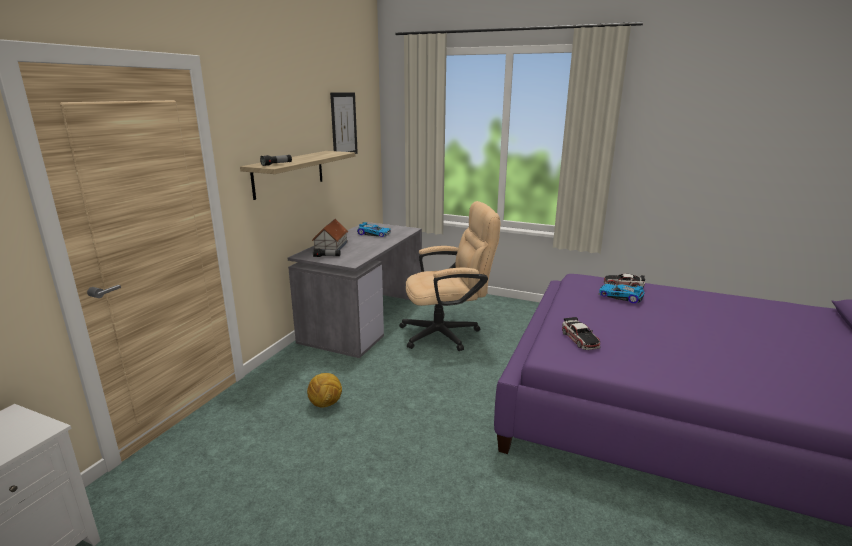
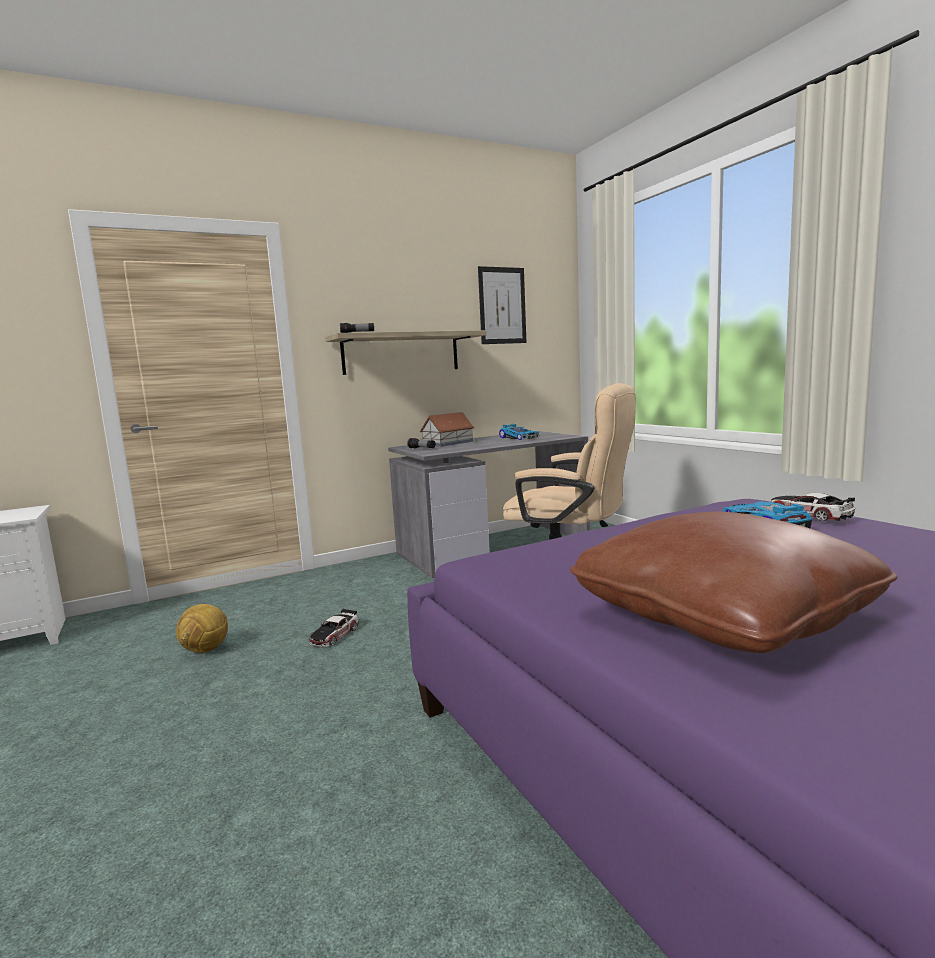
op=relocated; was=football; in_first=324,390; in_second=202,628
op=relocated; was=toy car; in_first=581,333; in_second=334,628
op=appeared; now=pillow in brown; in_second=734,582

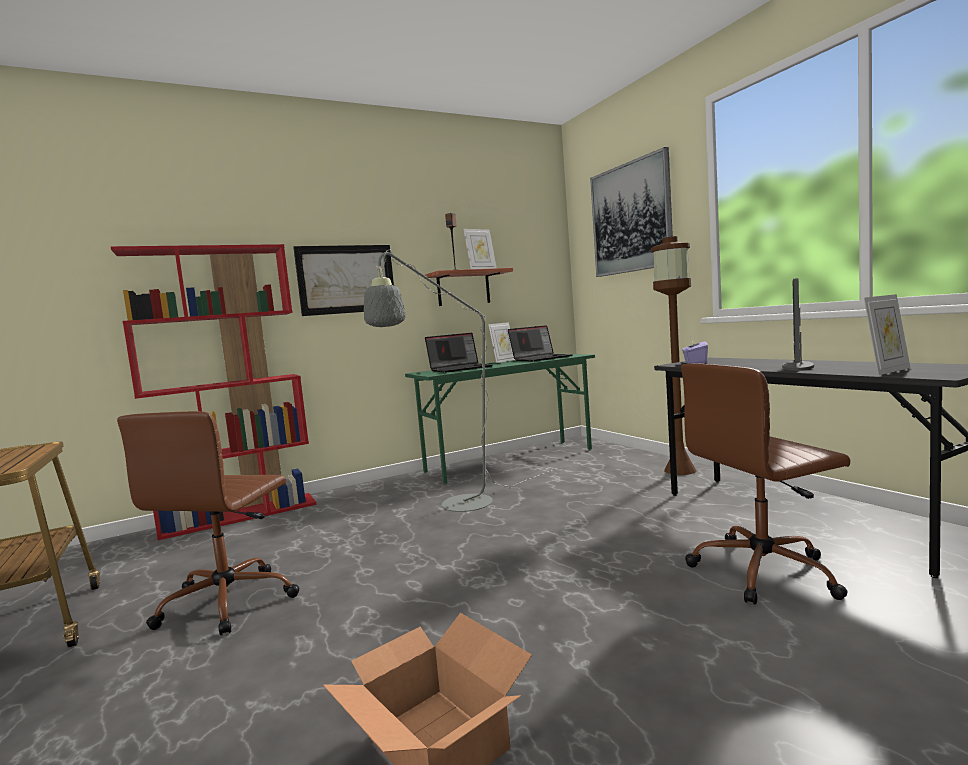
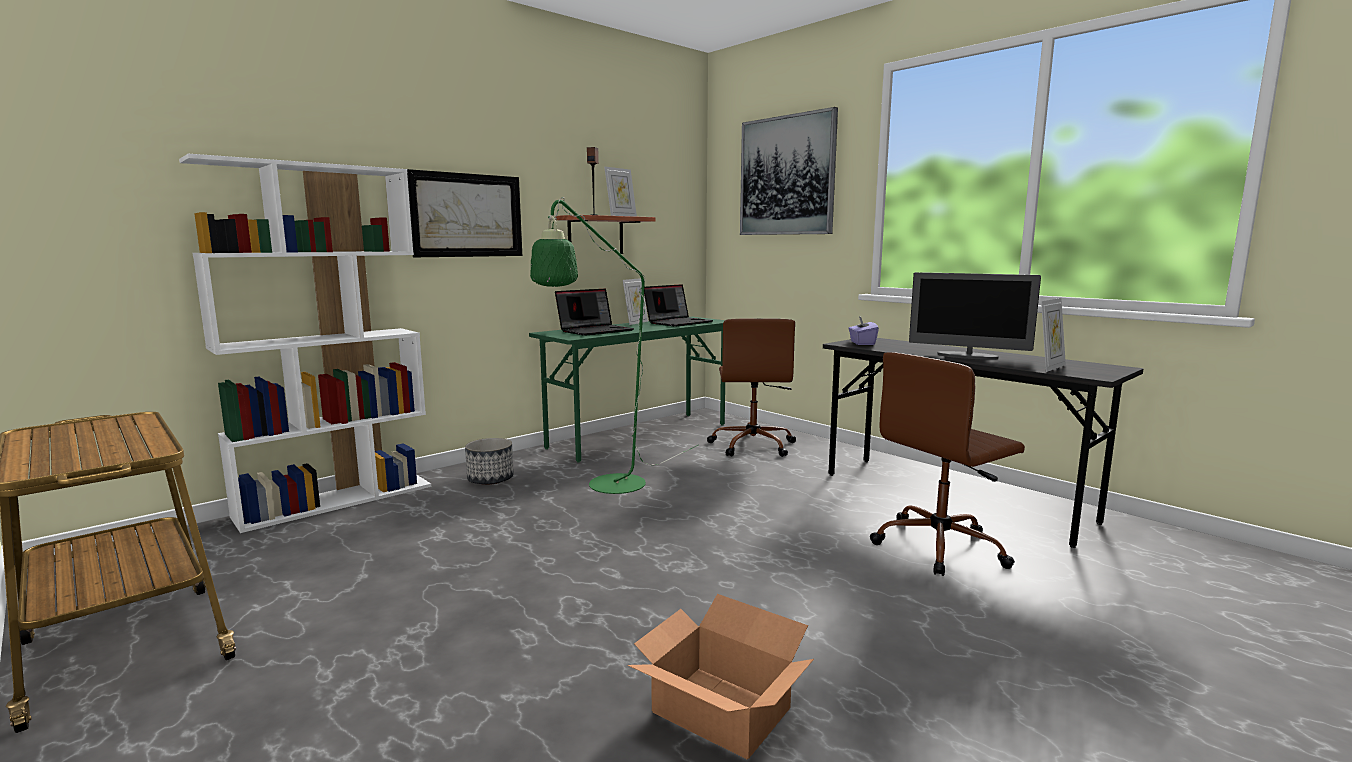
op=colour; was=bookcase in red; now=bookcase in white; in_first=213,392; in_second=305,343
op=relocated; was=office chair in brown; in_first=208,523; in_second=751,387
op=colour; was=floor lamp in grey; now=floor lamp in green; in_first=461,380; in_second=614,345
op=missing; was=floor lamp in brown; in_first=674,355
op=spun; was=monitor; in_first=798,324; in_second=975,316; clockwise=-75
op=appeared; now=planter; in_second=489,461

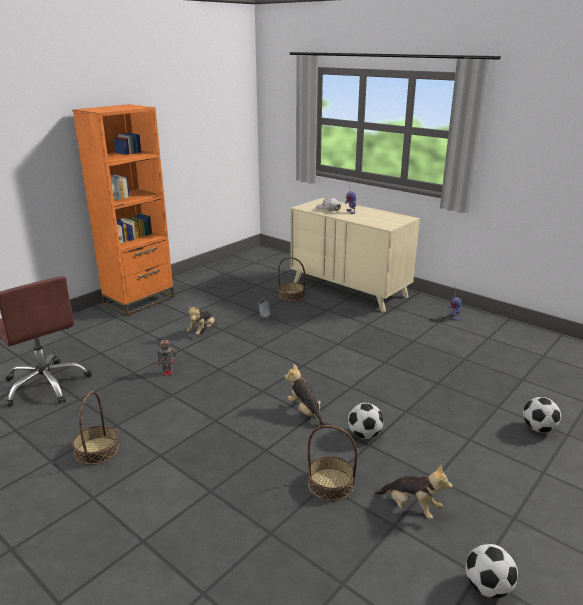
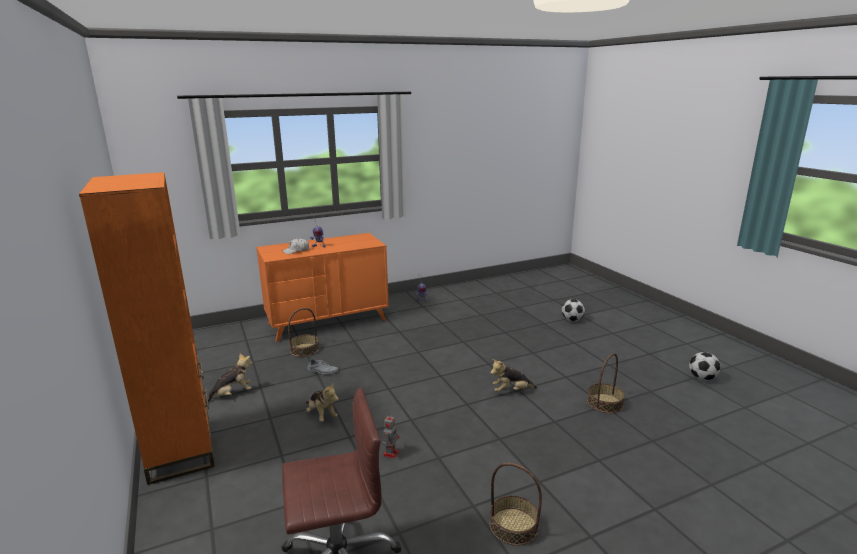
op=colour; was=dresser in beige; now=dresser in orange; in_first=355,255; in_second=322,287
op=missing; was=football; in_first=366,421
op=relocated; was=plush toy; in_first=413,491; in_second=229,378

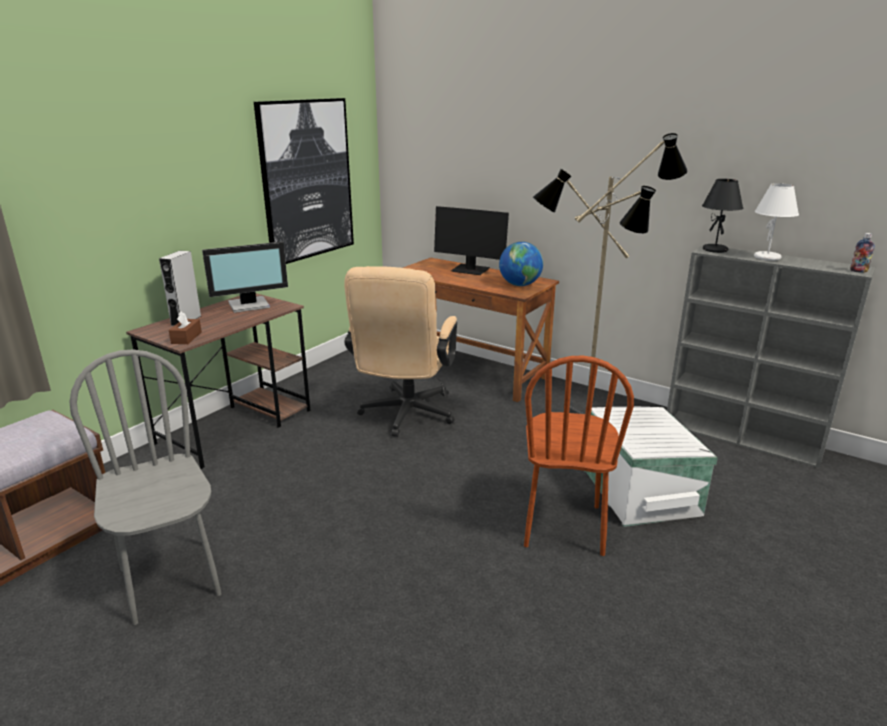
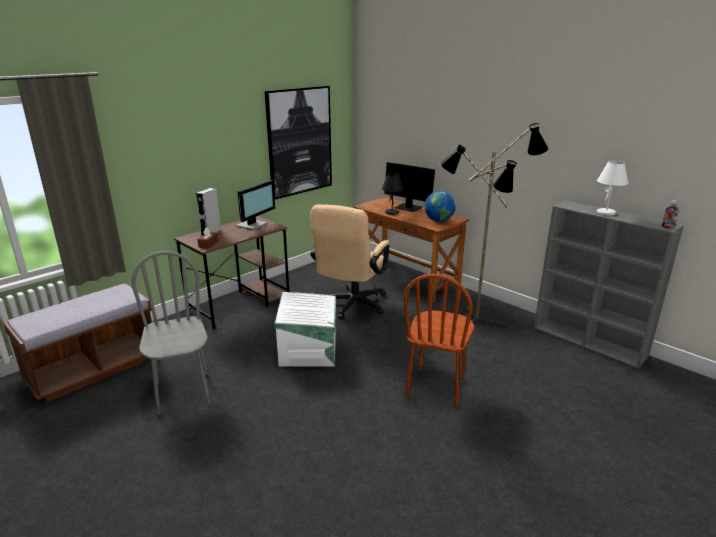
op=spun; was=monitor; in_first=245,277; in_second=255,205; clockwise=-45
op=relocated; was=storage box in white; in_first=651,467; in_second=305,329
op=relocated; was=table lamp in black; in_first=722,216; in_second=393,194

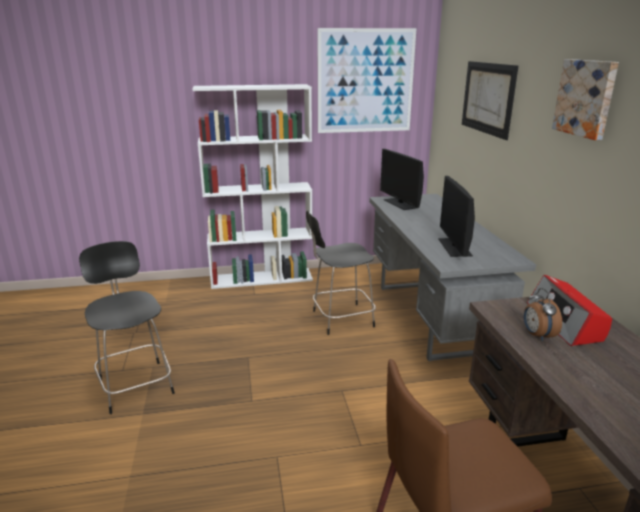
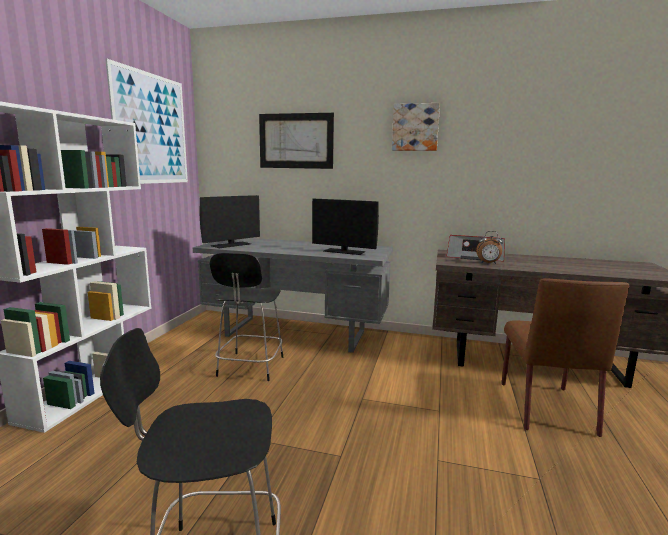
op=spun; was=monitor; in_first=402,179; in_second=229,221; clockwise=-45

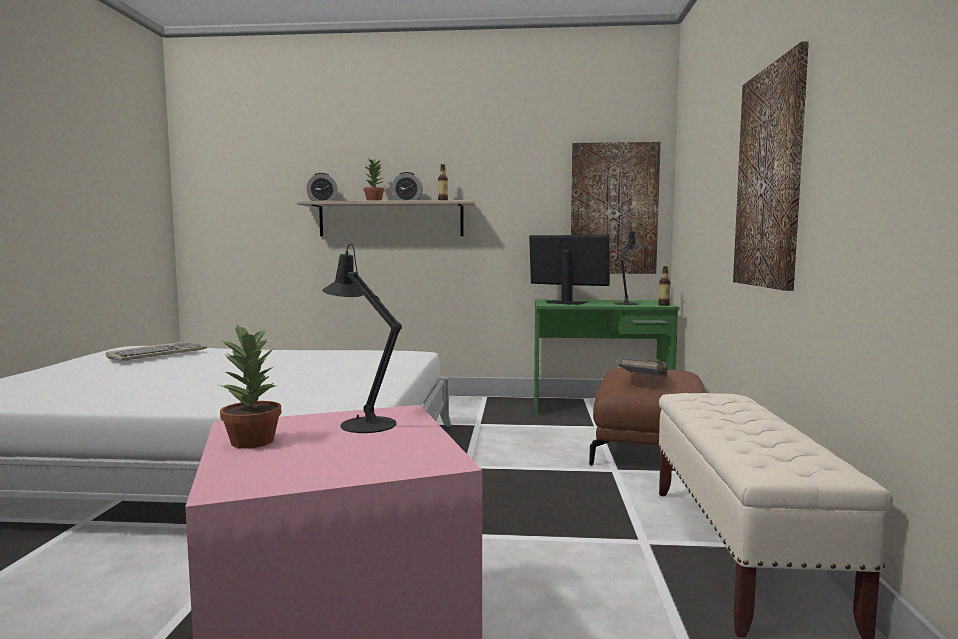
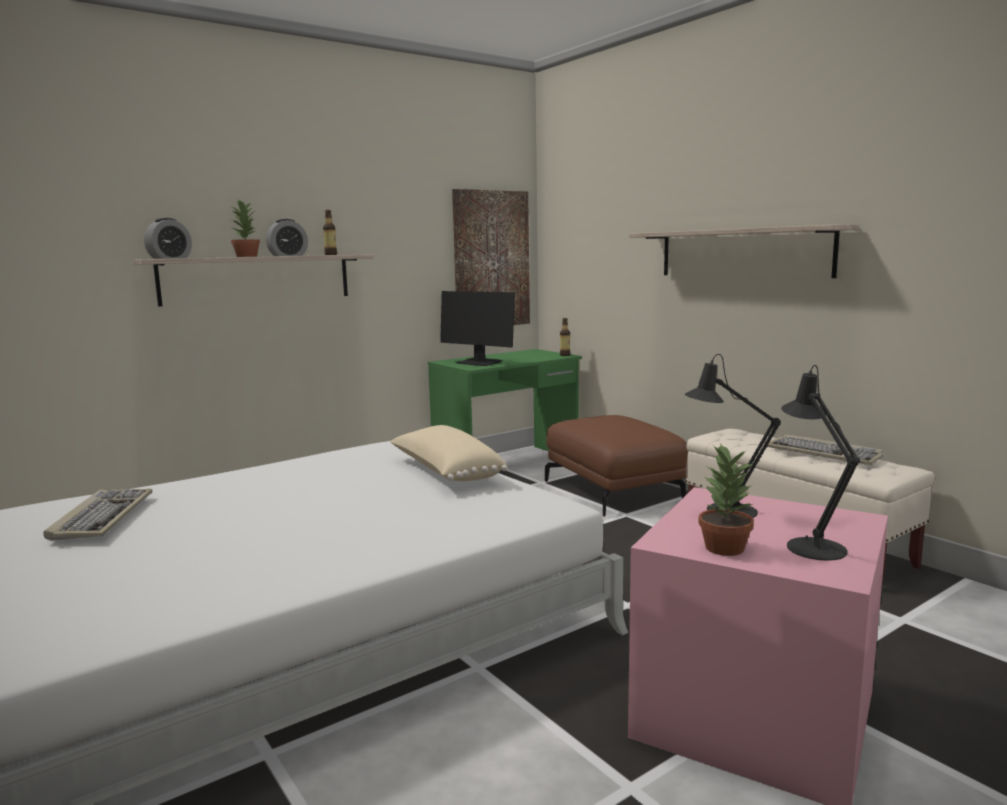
op=spun; was=monitor; in_first=569,269; in_second=477,328; clockwise=-135
op=relocated; was=table lamp in black; in_first=627,266; in_second=820,463
op=missing; was=book in grey; in_first=642,367
op=exchanged; was=picture; now=shelf; in_first=771,166; in_second=744,251
op=appeared; now=pillow in beige; in_second=449,453
op=appeared; now=keyboard; in_second=825,449

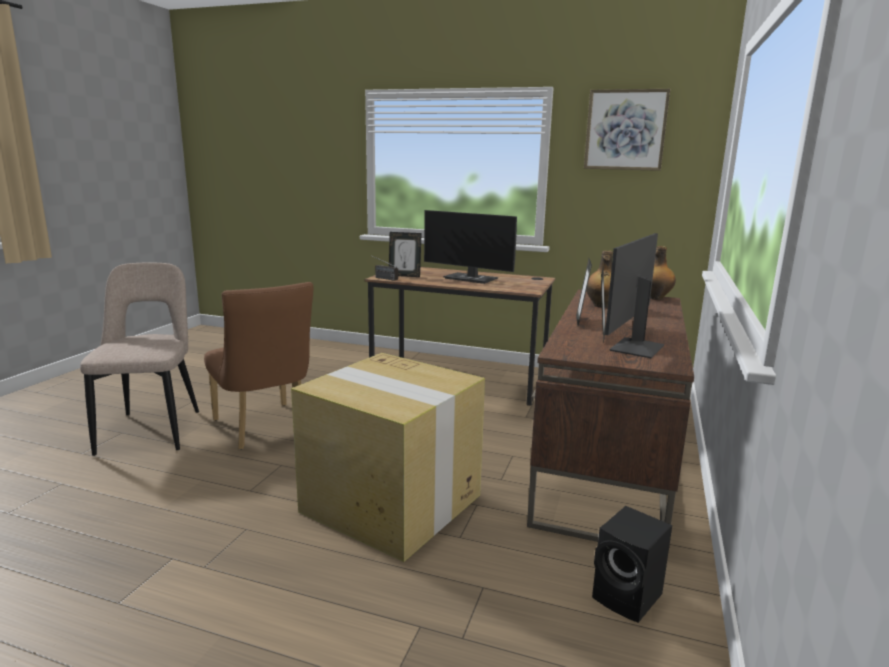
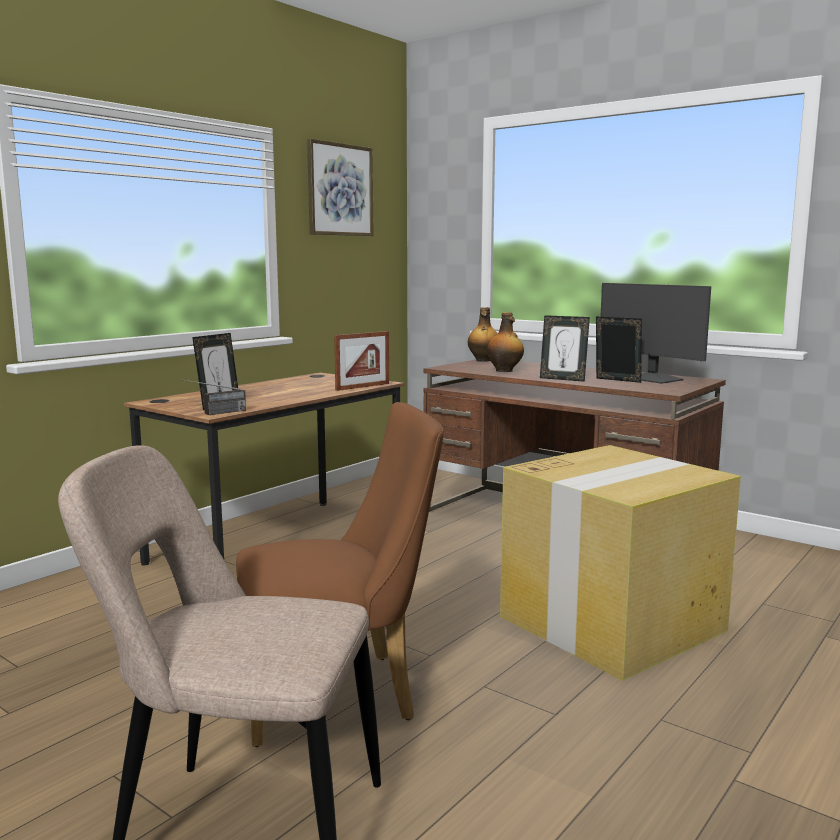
op=missing; was=monitor; in_first=470,247
op=missing; was=speaker in black; in_first=632,564
op=appeared; now=picture frame; in_second=361,361

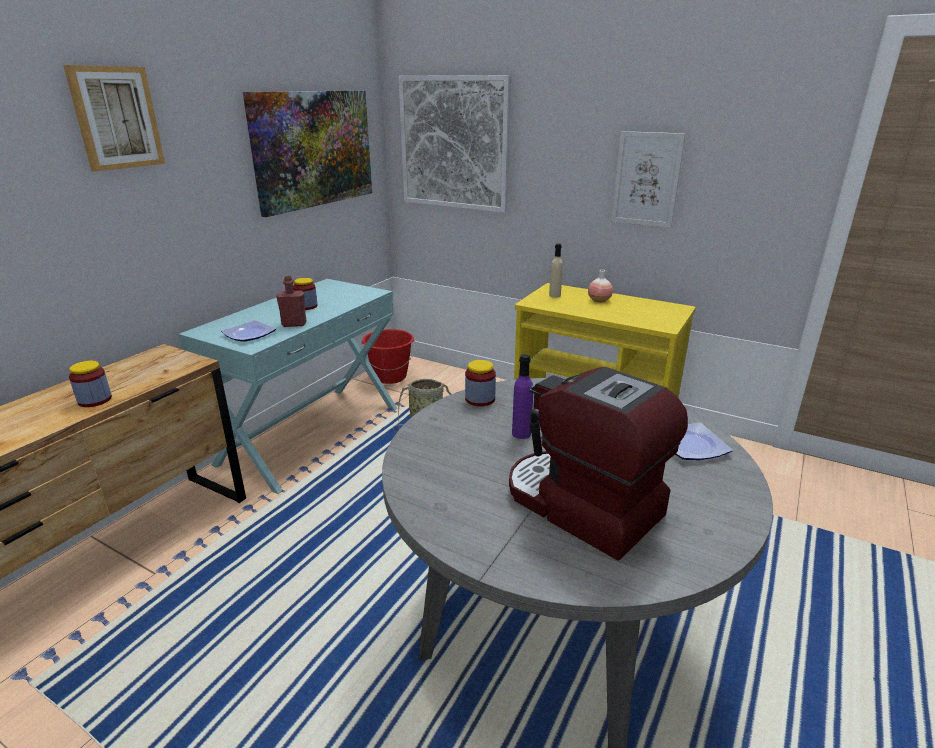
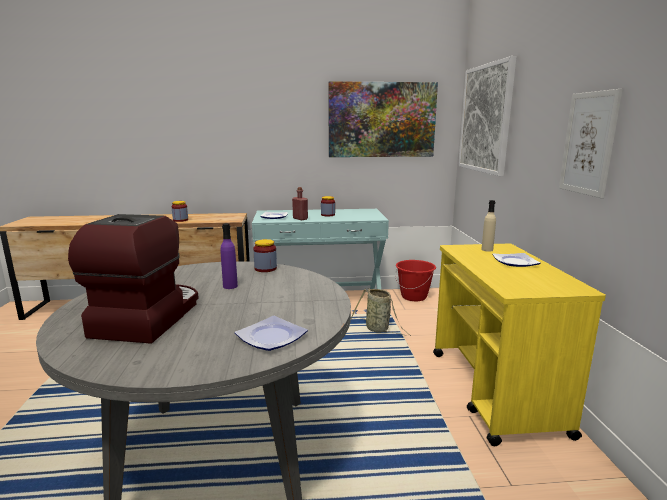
op=missing; was=picture; in_first=114,118
op=exchanged; was=vase; now=plate; in_first=600,286; in_second=516,260

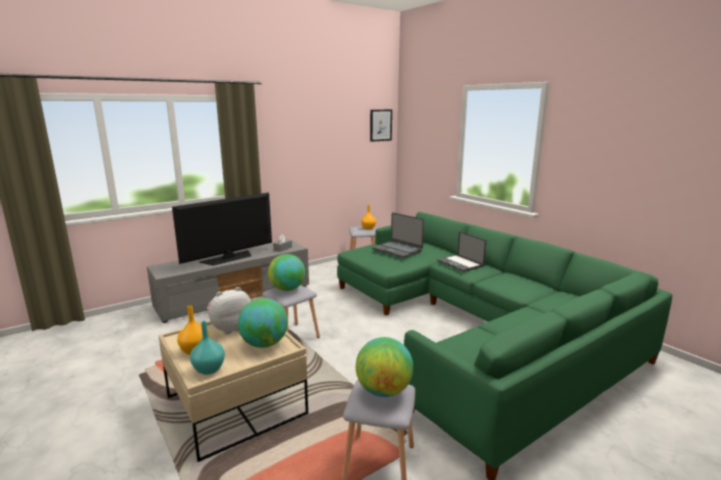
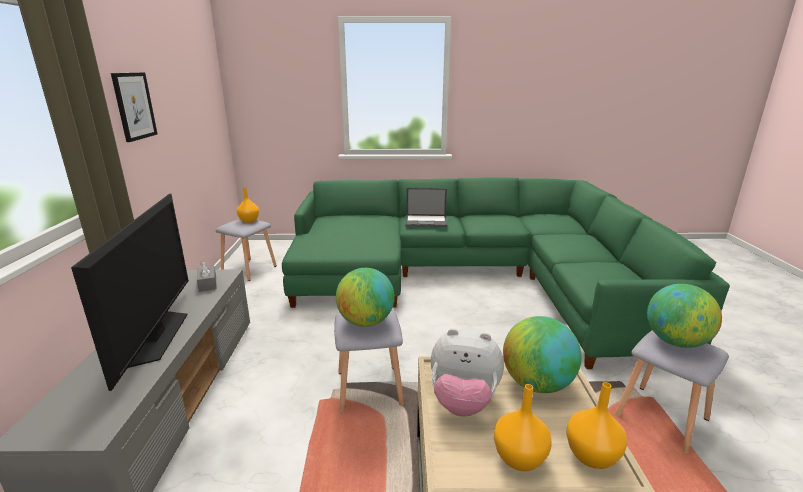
op=colour; was=vase in turquoise; now=vase in orange; in_first=207,348; in_second=596,425
op=spun; was=plush toy; in_first=229,310; in_second=467,372; clockwise=-75
op=relocated; was=picture; in_first=381,126; in_second=134,107
op=missing; was=laptop; in_first=398,235

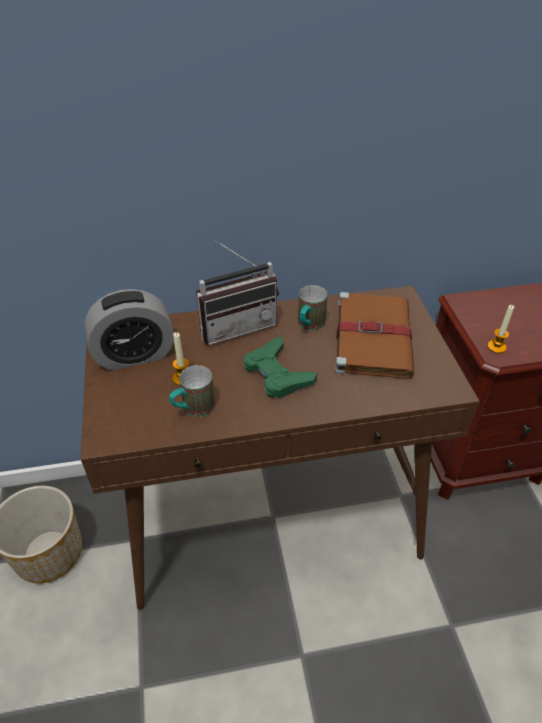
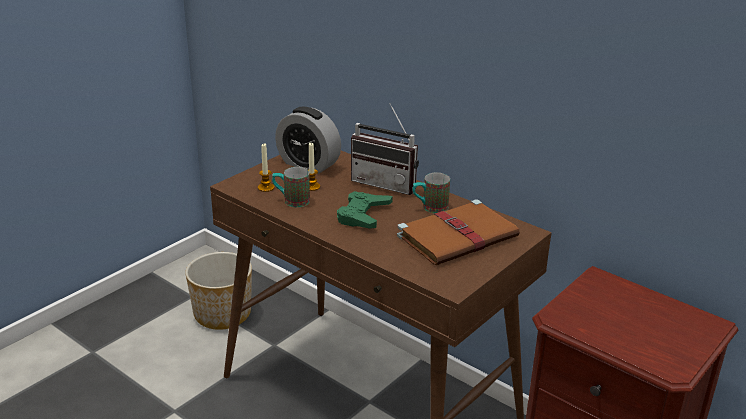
op=relocated; was=candle; in_first=500,329; in_second=266,167

